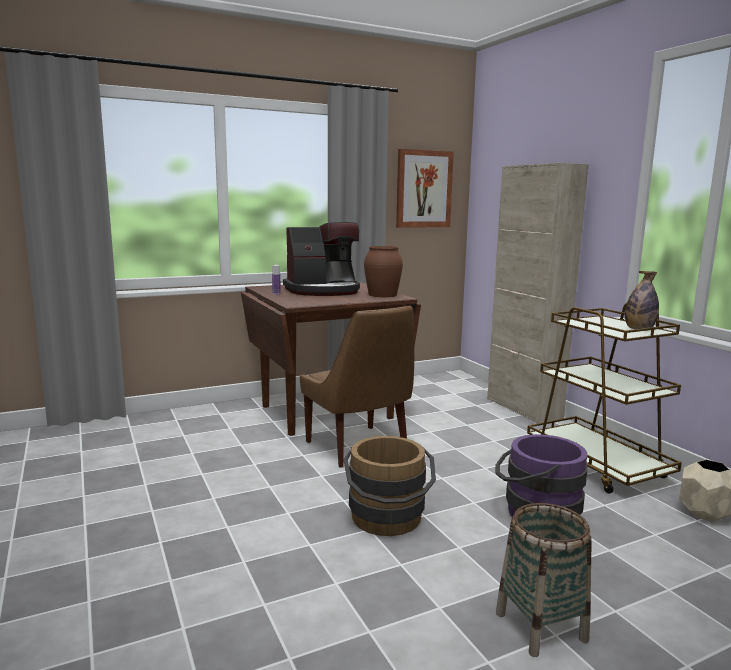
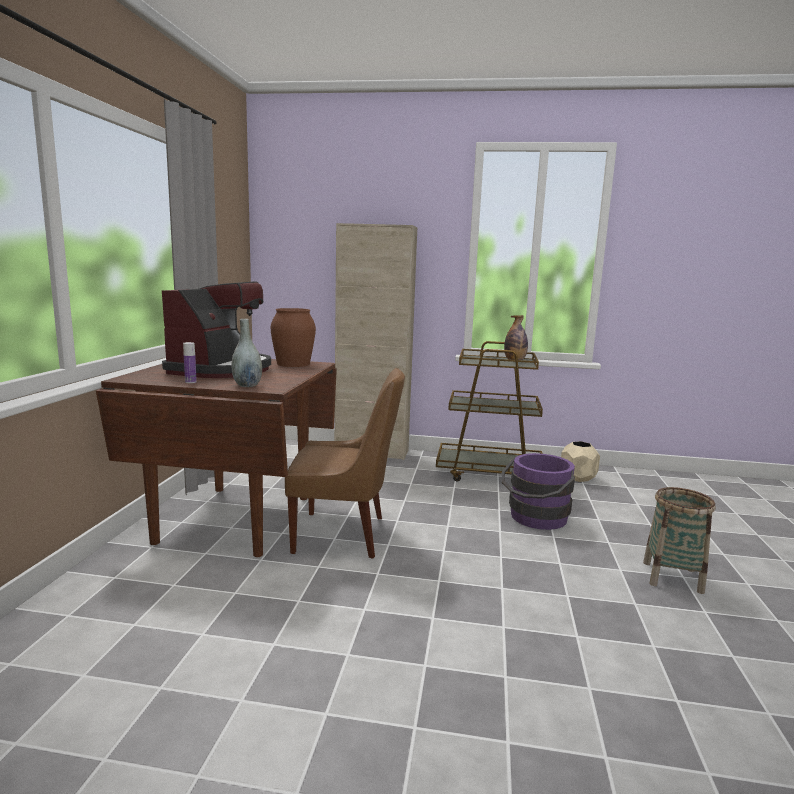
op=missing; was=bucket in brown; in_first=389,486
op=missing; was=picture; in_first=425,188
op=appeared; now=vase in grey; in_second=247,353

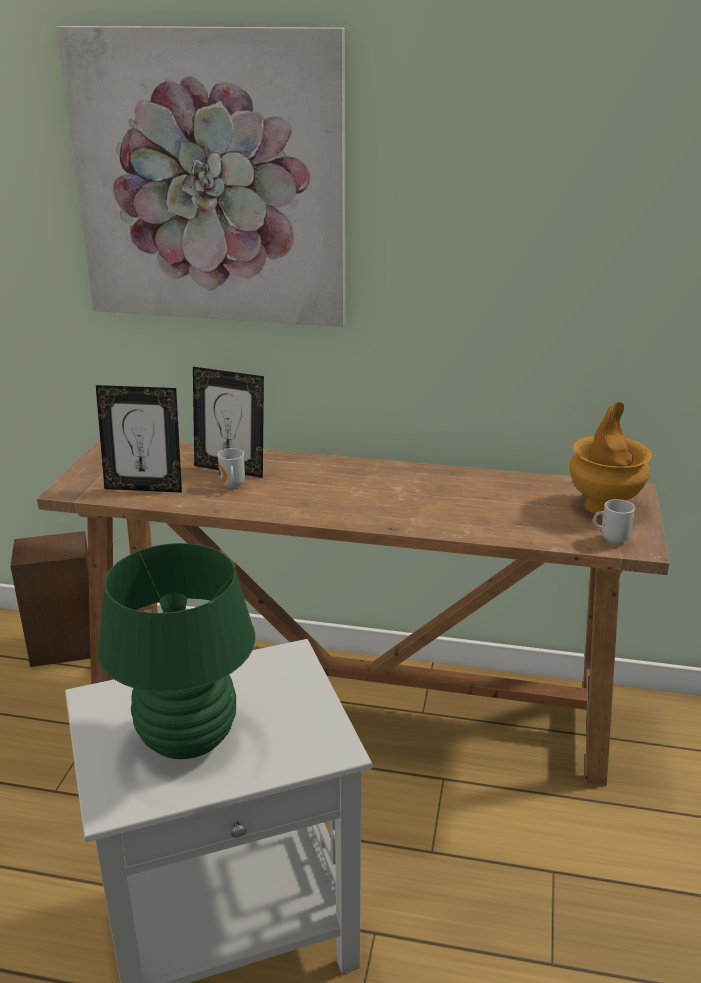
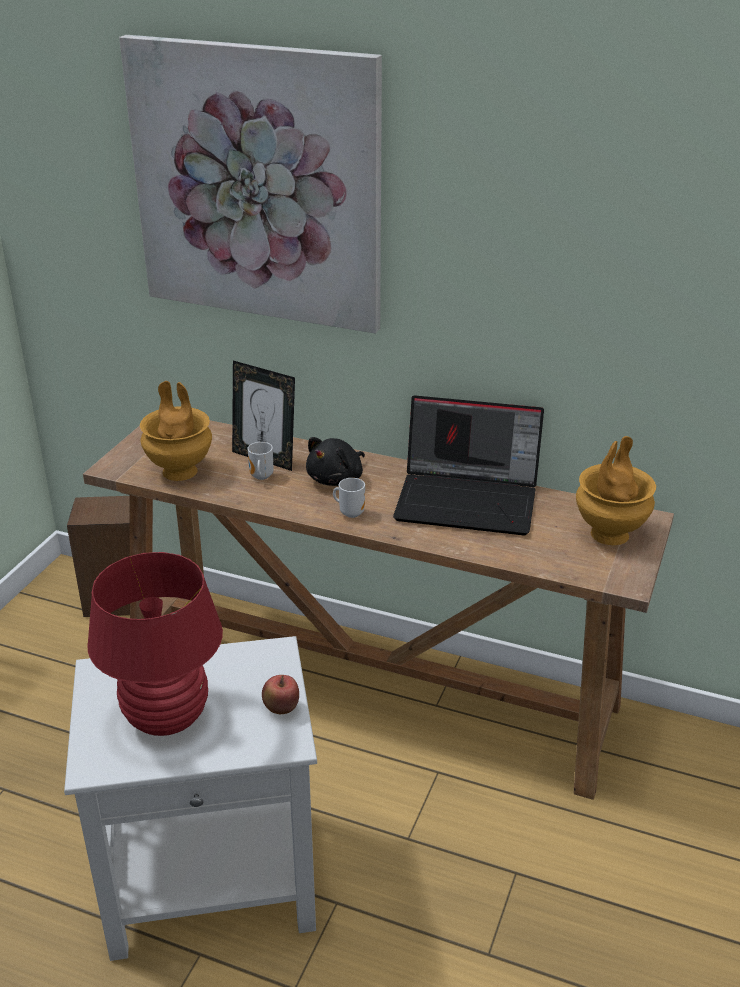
op=exchanged; was=picture frame; now=vase in brown; in_first=139,439; in_second=176,431
op=colour; was=table lamp in green; now=table lamp in red; in_first=176,651; in_second=155,644
op=relocated; was=mug; in_first=614,521; in_second=349,498
op=appeared; now=apple; in_second=280,694
op=appeared; now=plush toy in black; in_second=335,461
op=appeared; now=laptop; in_second=468,465

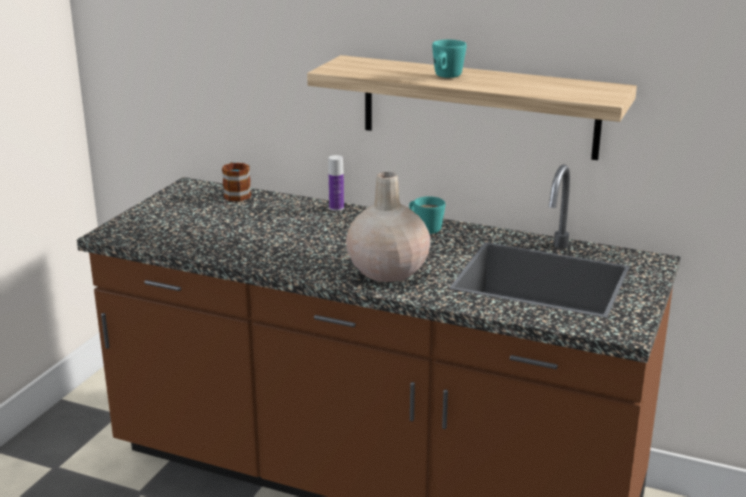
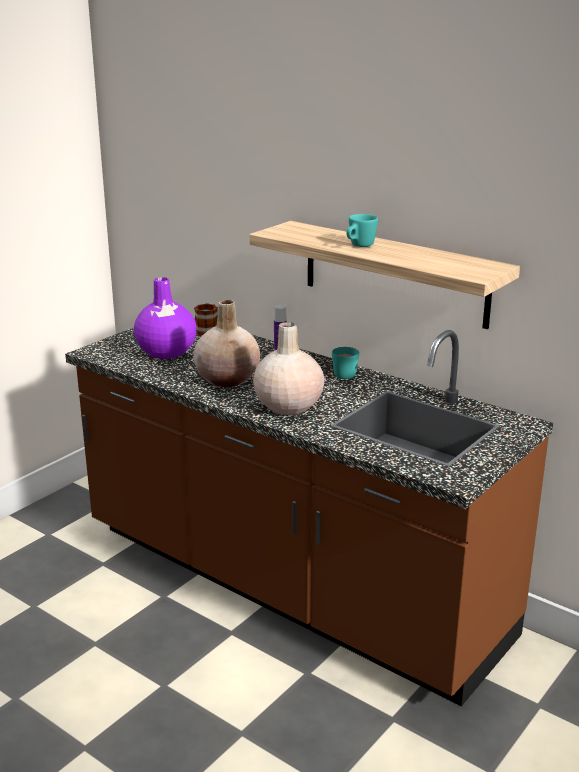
op=appeared; now=vase in purple; in_second=165,318
op=appeared; now=vase in beige; in_second=226,343

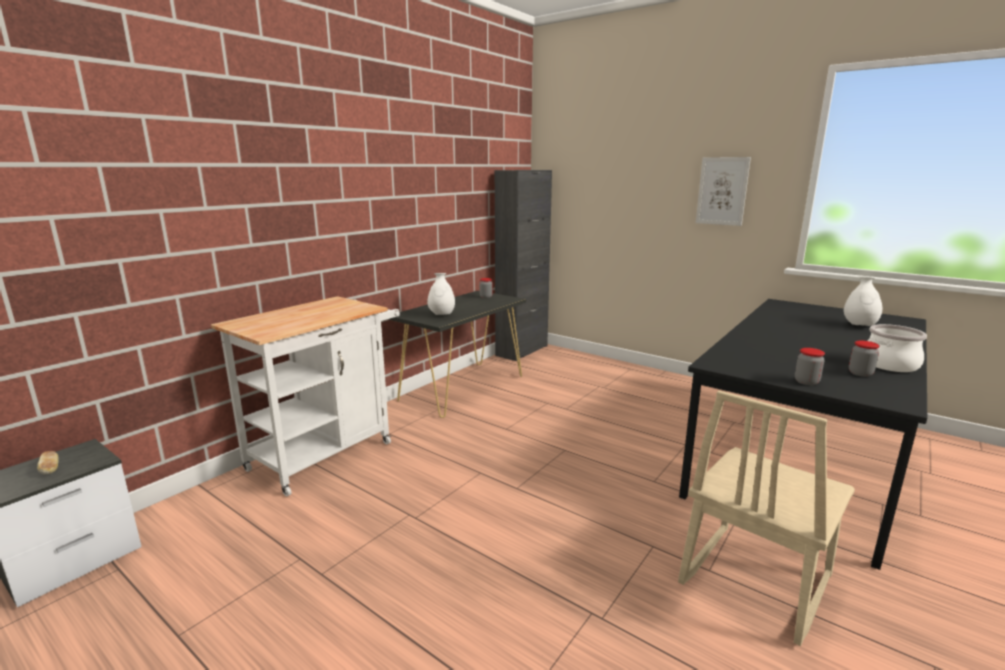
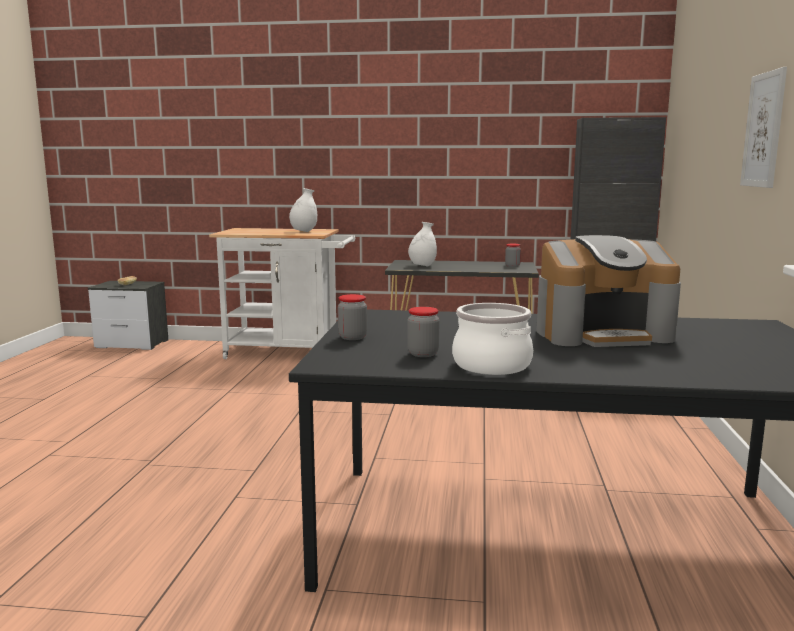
op=missing; was=chair in beige; in_first=766,518
op=relocated; was=vase in white; in_first=863,301; in_second=303,210
op=appeared; now=coffee machine; in_second=609,291

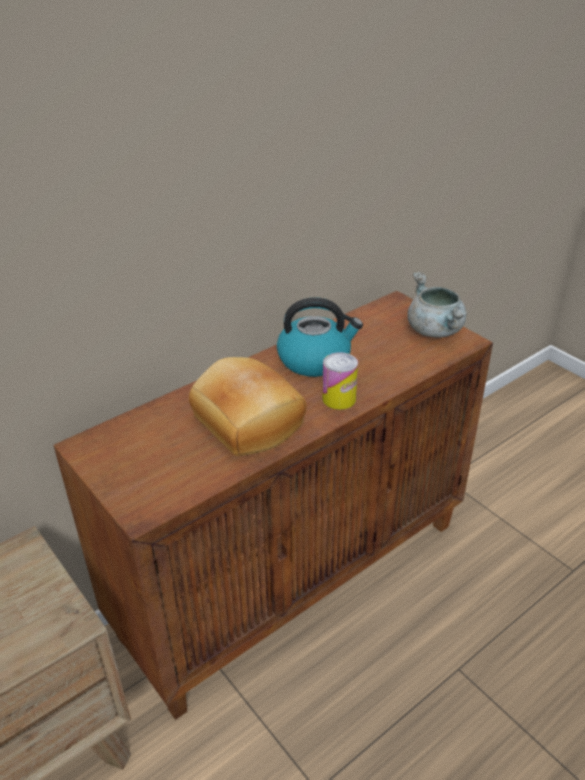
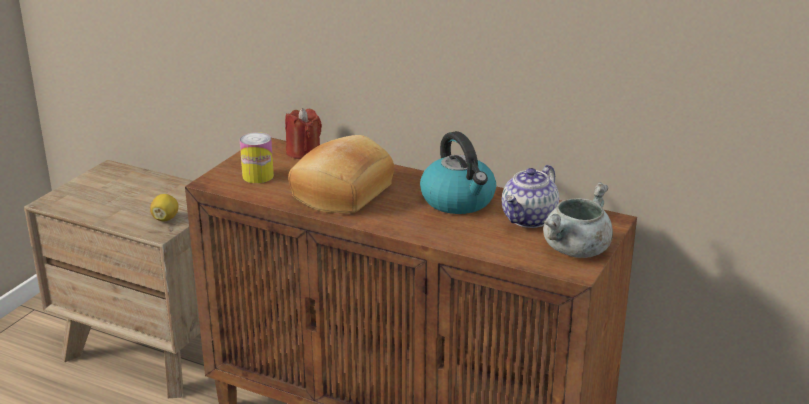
op=relocated; was=can; in_first=340,381; in_second=256,157
op=appeared; now=lemon; in_second=164,207
op=appeared; now=candle in red; in_second=303,133
op=appeared; now=teapot; in_second=530,196

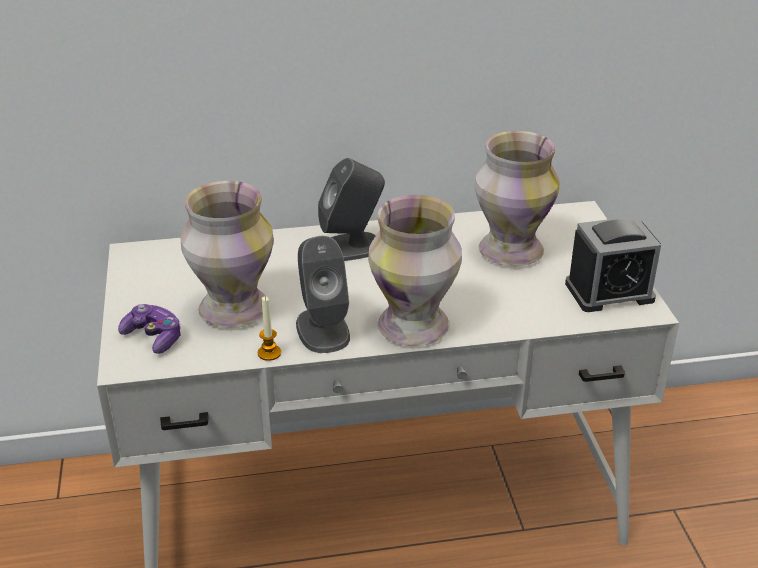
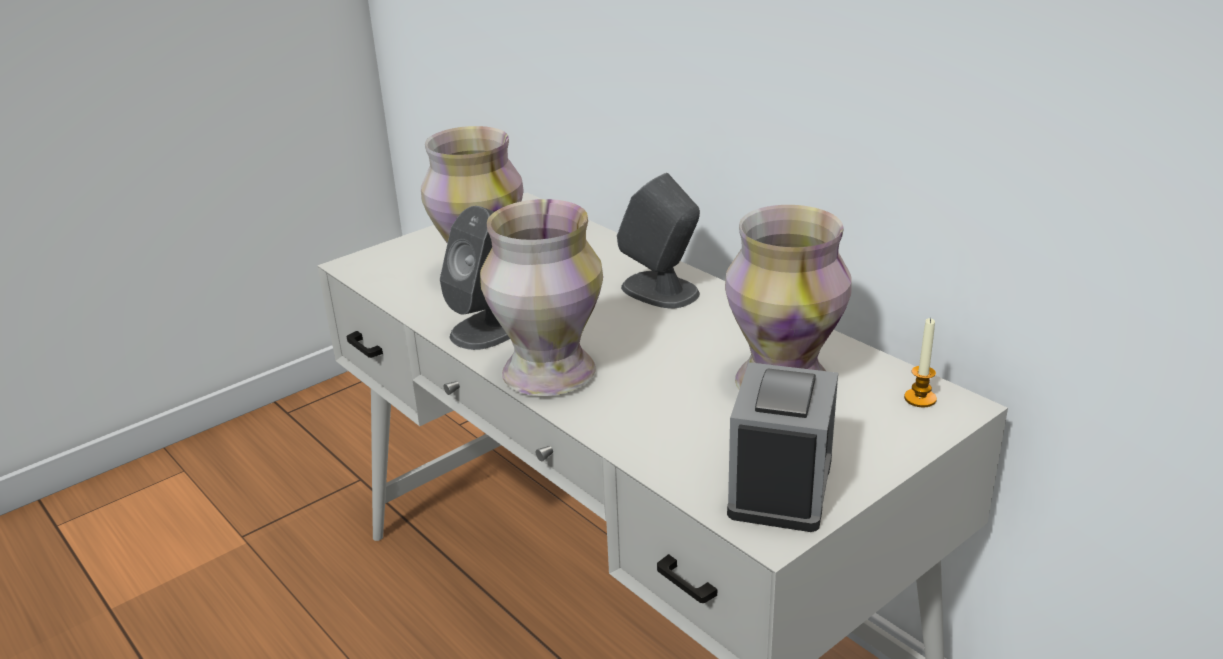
op=missing; was=game controller; in_first=149,329
op=relocated; was=candle; in_first=269,328; in_second=920,362
op=spun; was=alarm clock; in_first=613,264; in_second=782,447; clockwise=-120

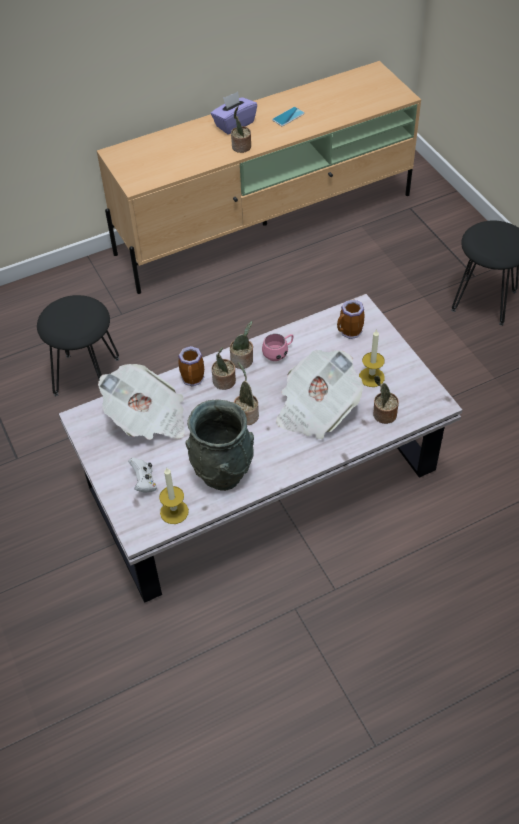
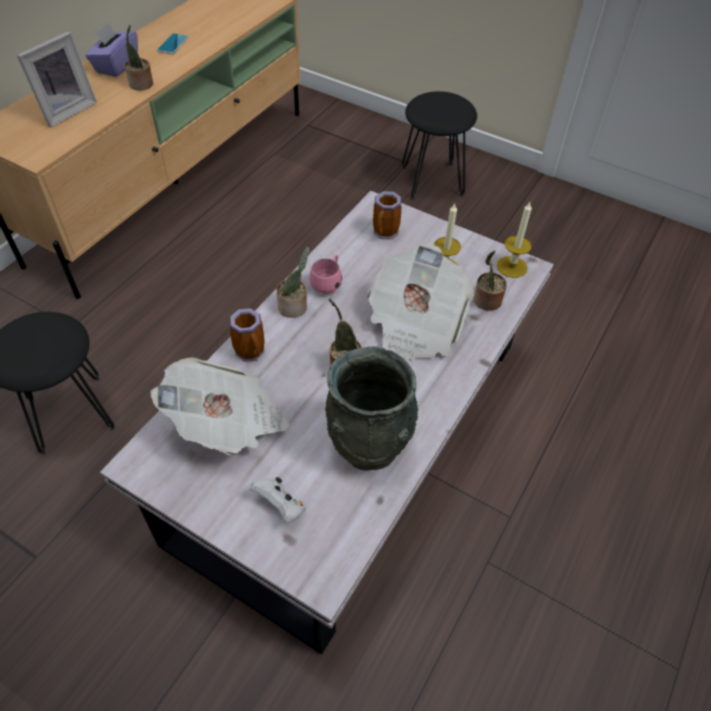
op=relocated; was=candle; in_first=174,495; in_second=514,240
op=missing; was=potted plant; in_first=224,368
op=appeared; now=picture frame; in_second=57,79

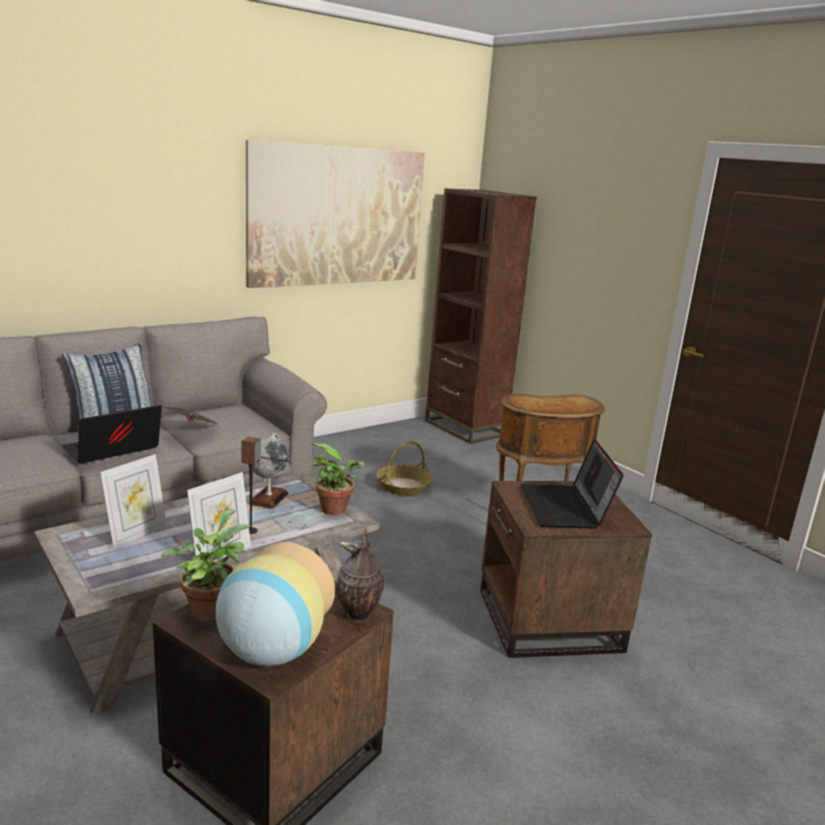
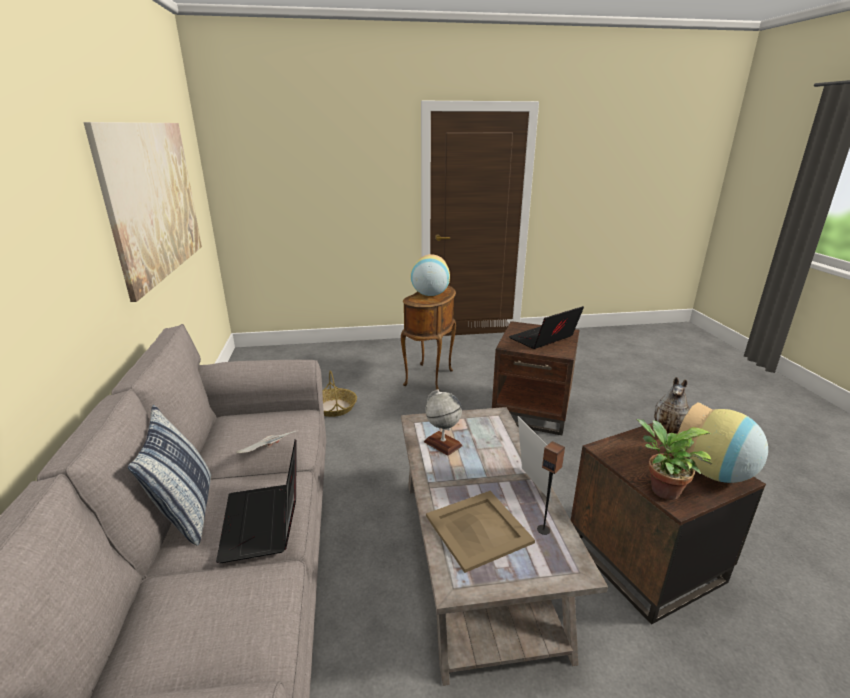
op=exchanged; was=picture frame; now=tray in beige; in_first=133,501; in_second=480,532
op=relocated; was=speaker; in_first=251,485; in_second=551,488
op=missing; was=potted plant; in_first=338,479
op=missing; was=bookcase in brown; in_first=481,316
op=spun; was=laptop; in_first=572,484; in_second=546,327; clockwise=120
op=appeared; now=vase; in_second=430,275

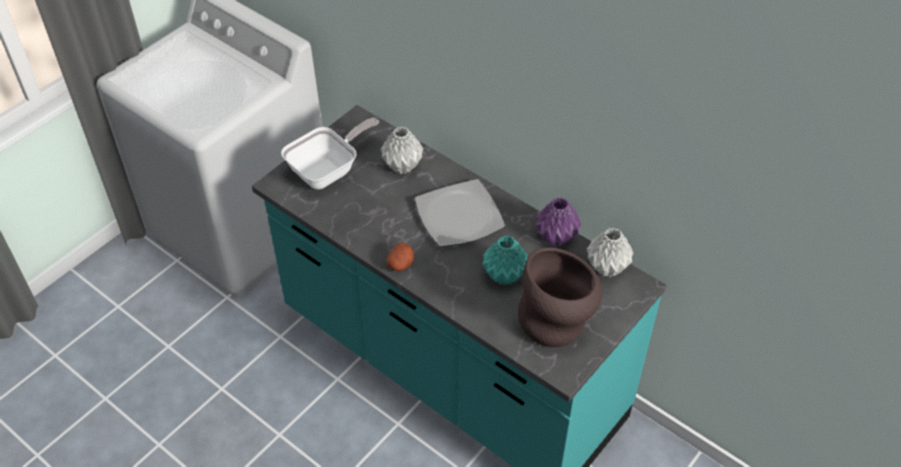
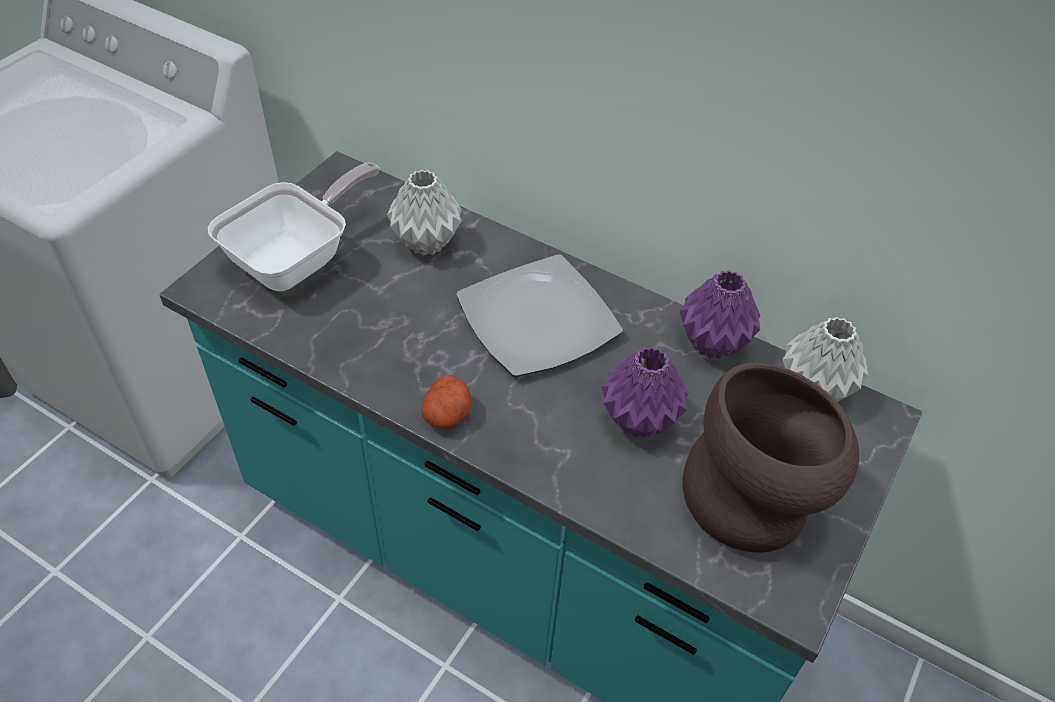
op=colour; was=vase in turquoise; now=vase in purple; in_first=505,261; in_second=644,392

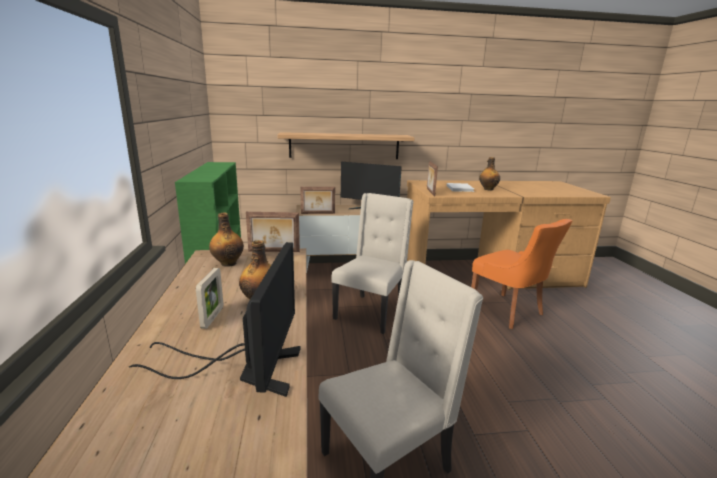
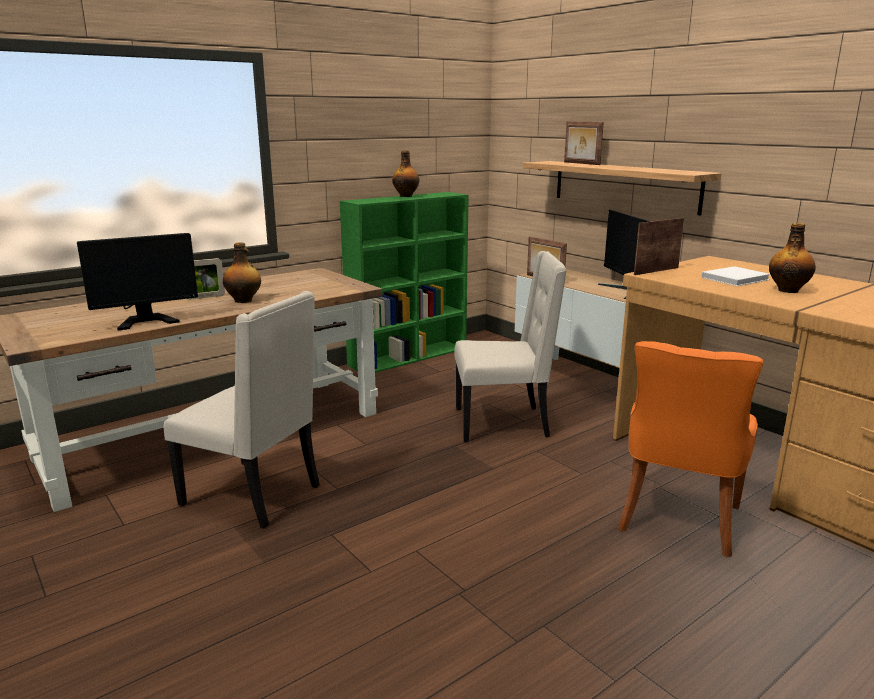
op=relocated; was=bottle; in_first=226,240; in_second=406,174
op=relocated; was=picture frame; in_first=273,232; in_second=584,143

